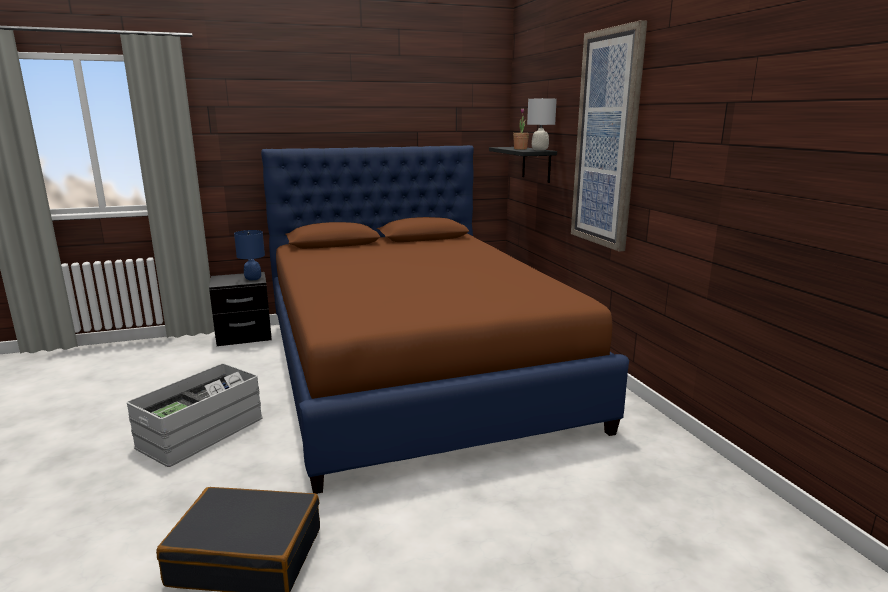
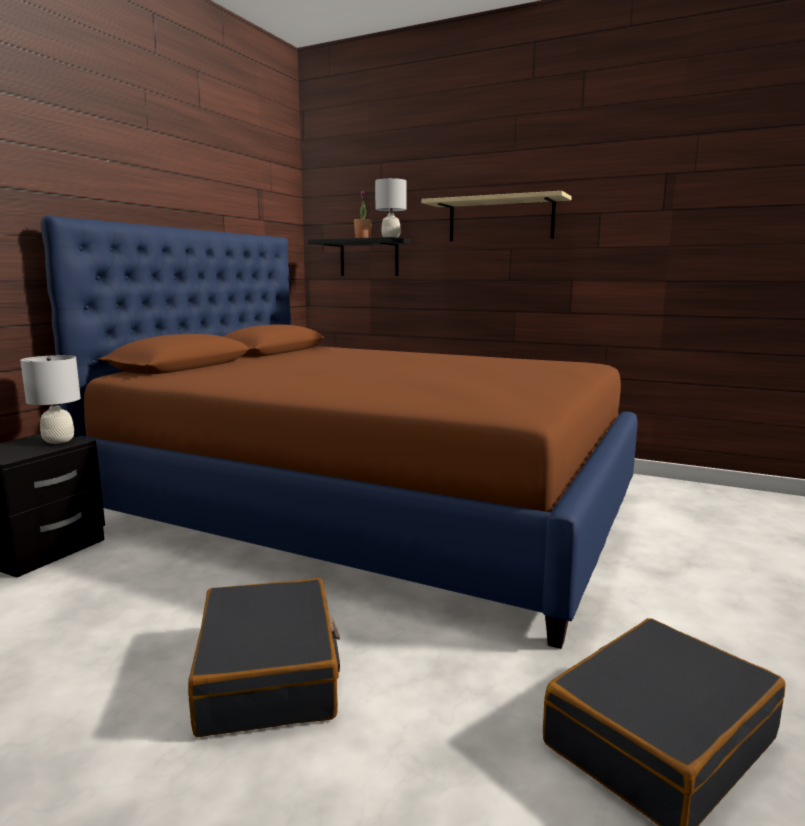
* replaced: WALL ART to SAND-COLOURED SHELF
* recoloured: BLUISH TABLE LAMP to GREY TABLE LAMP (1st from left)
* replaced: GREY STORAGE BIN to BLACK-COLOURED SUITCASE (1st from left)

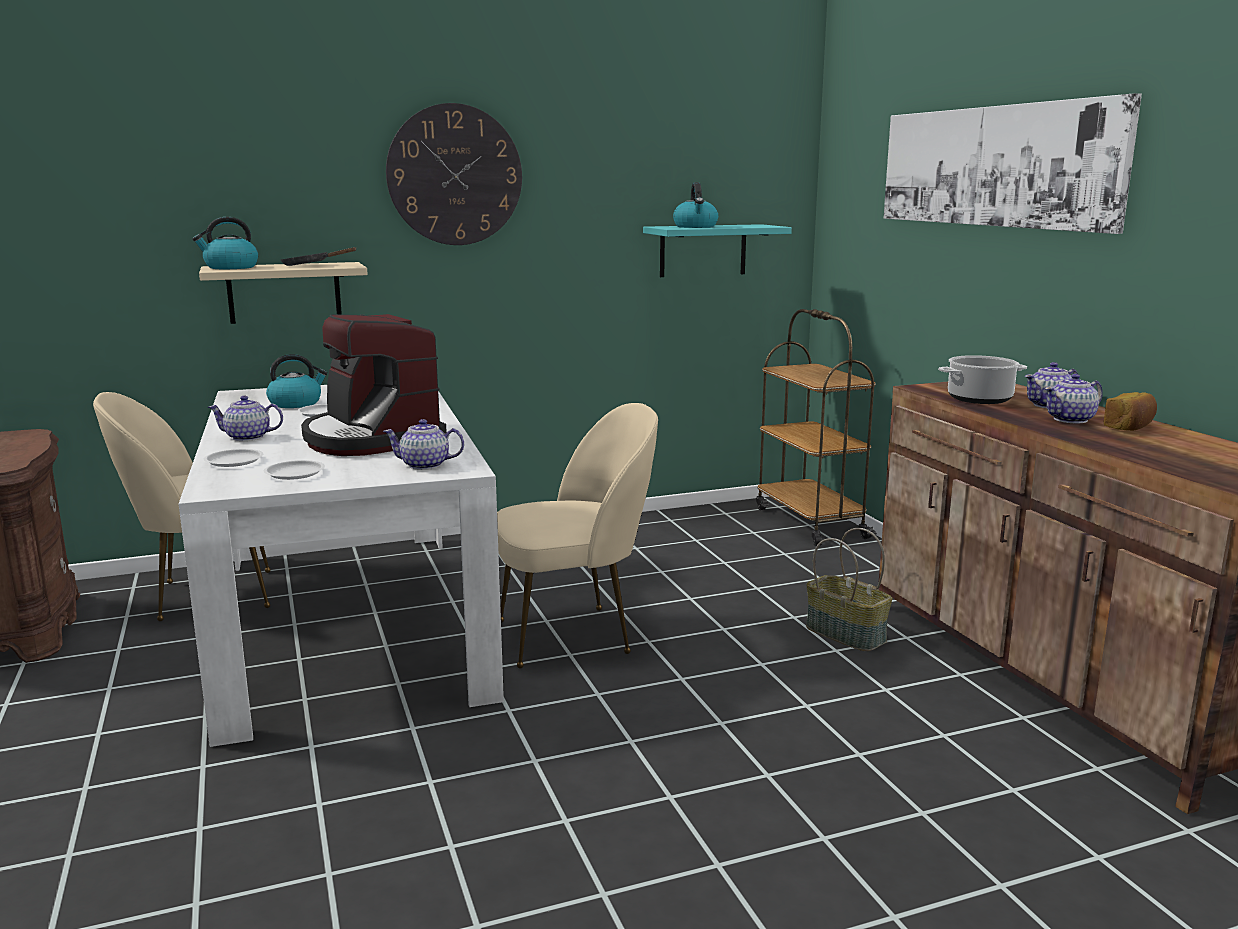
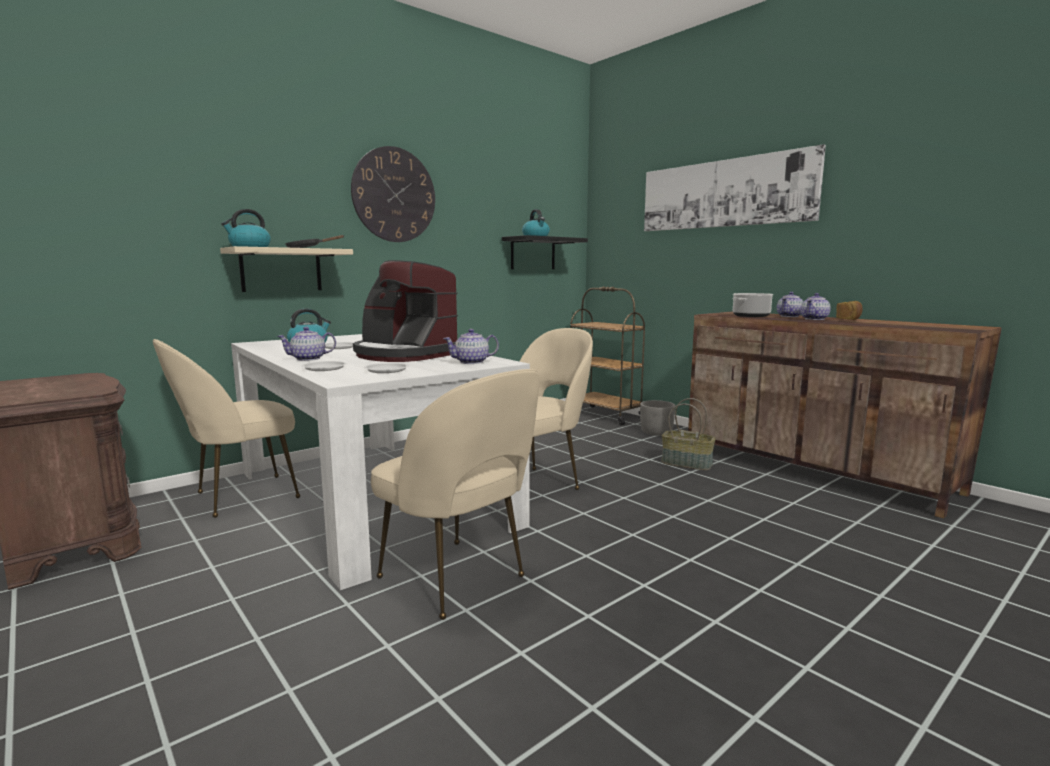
* recoloured: BLUE-GREEN SHELF to BLACK-COLOURED SHELF
* added: SAND-COLOURED PLAIN CHAIR (2nd from left)
* added: GREY PLANT POT

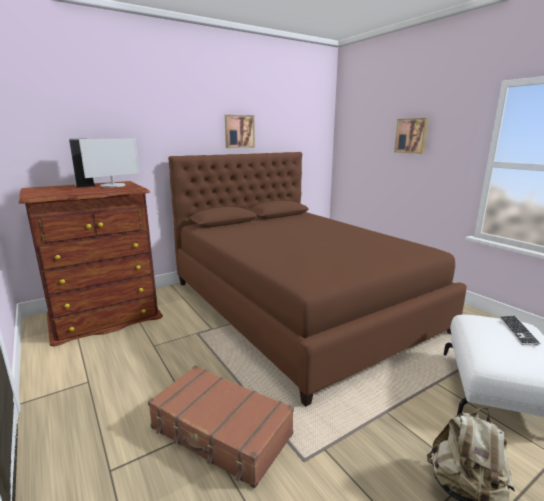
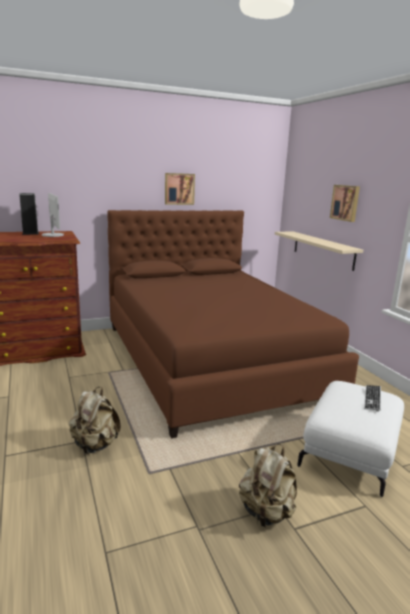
* turned: COMPUTER SCREEN 75 degrees counterclockwise
* replaced: BROWN SUITCASE to SAND-COLOURED RUCKSACK (1st from left)
* added: SAND-COLOURED SHELF

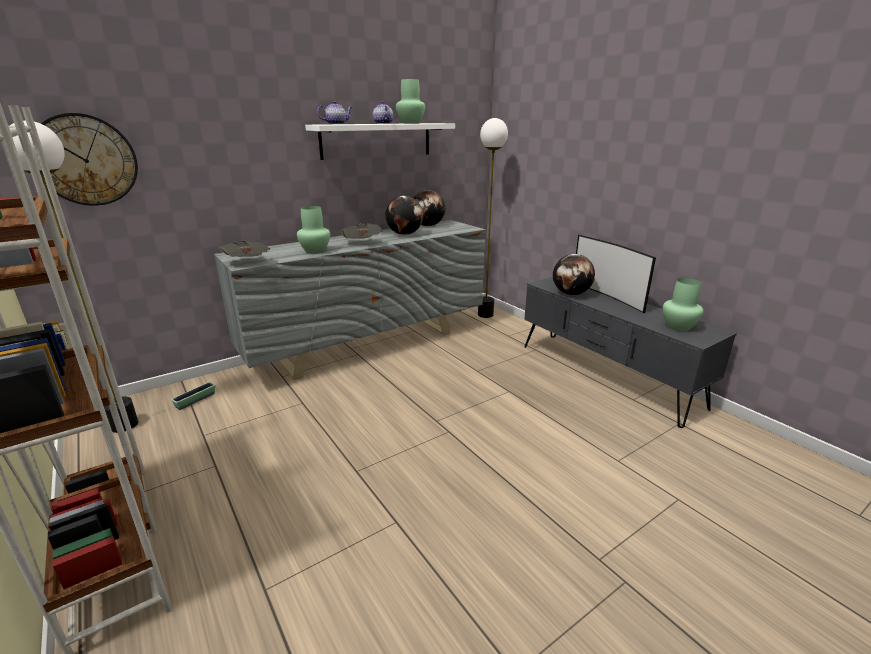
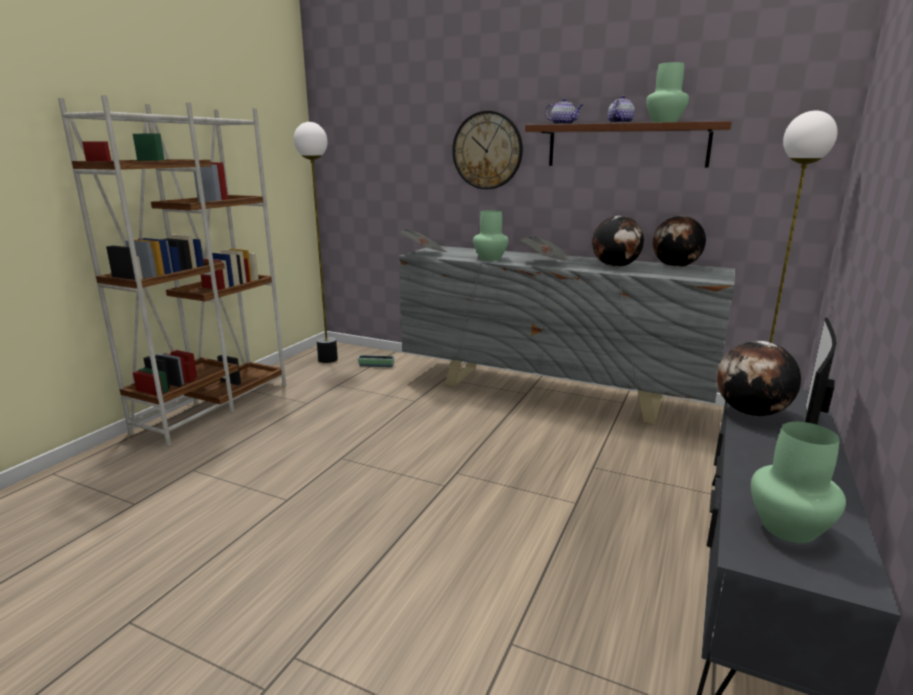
* moved: WALL CLOCK
* recoloured: WHITE-COLOURED SHELF to BROWN SHELF

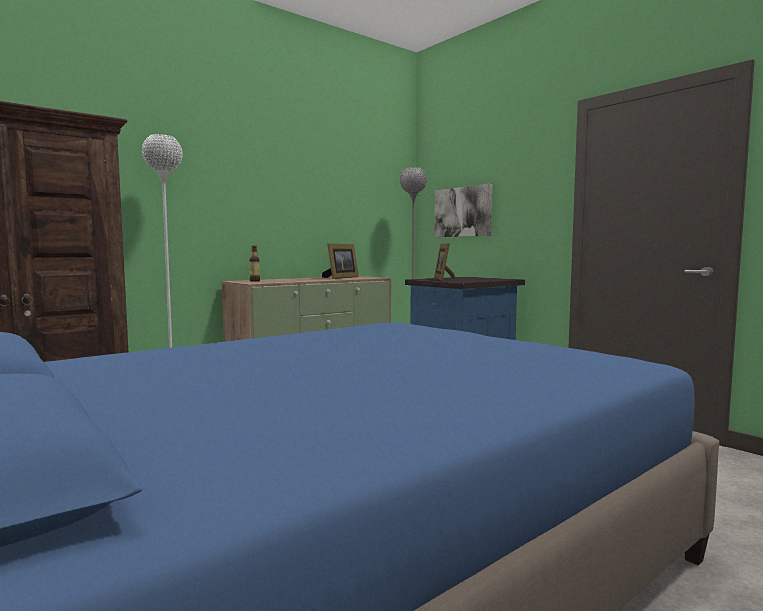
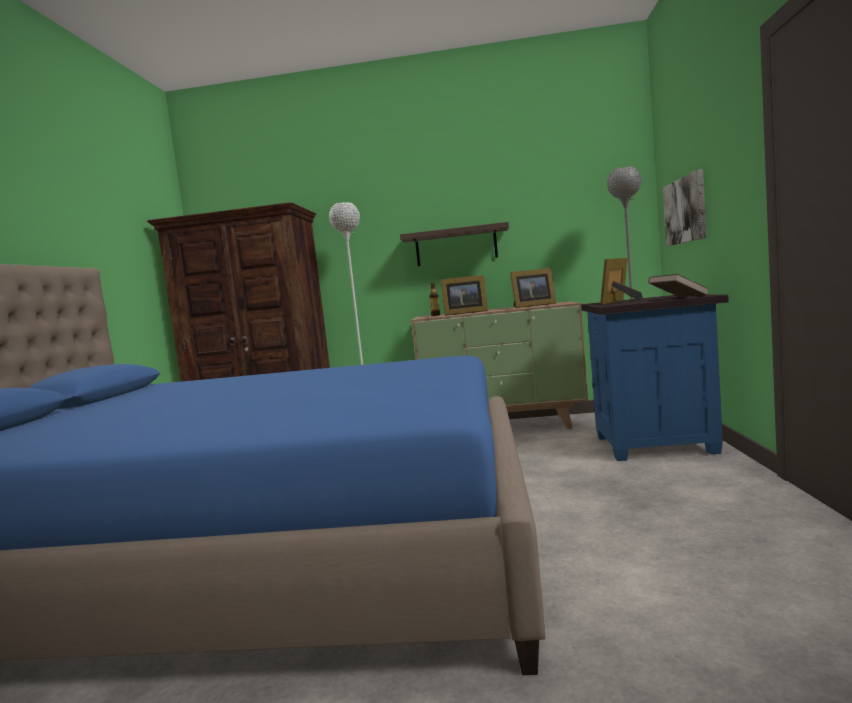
* added: SHELF
* added: BROWN VOLUME
* added: PHOTO FRAME (1st from left)

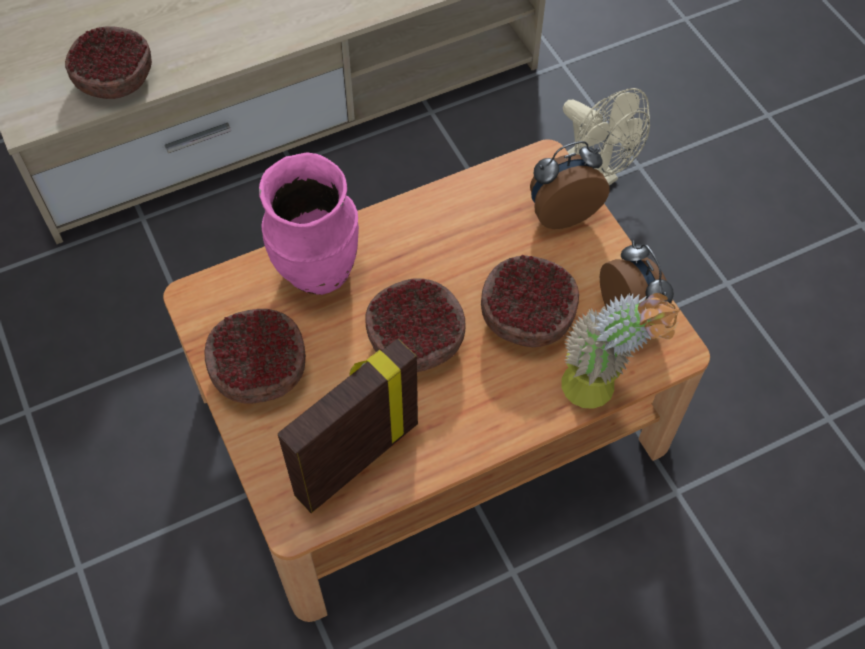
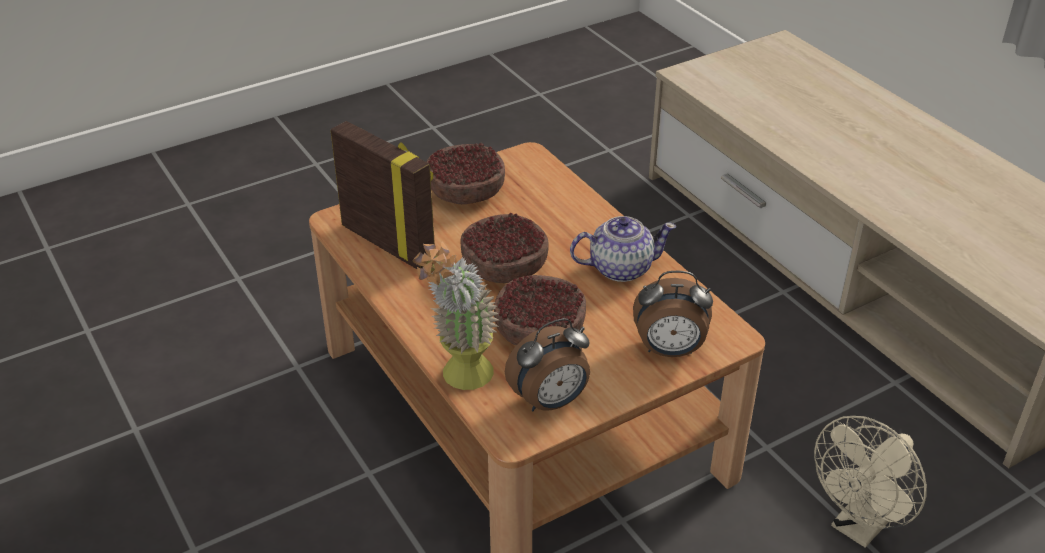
* removed: SERVING BOWL (1st from left)
* turned: TABLE CLOCK (1st from left in the first image) 120 degrees clockwise
* removed: PINK VASE
* added: TEAPOT

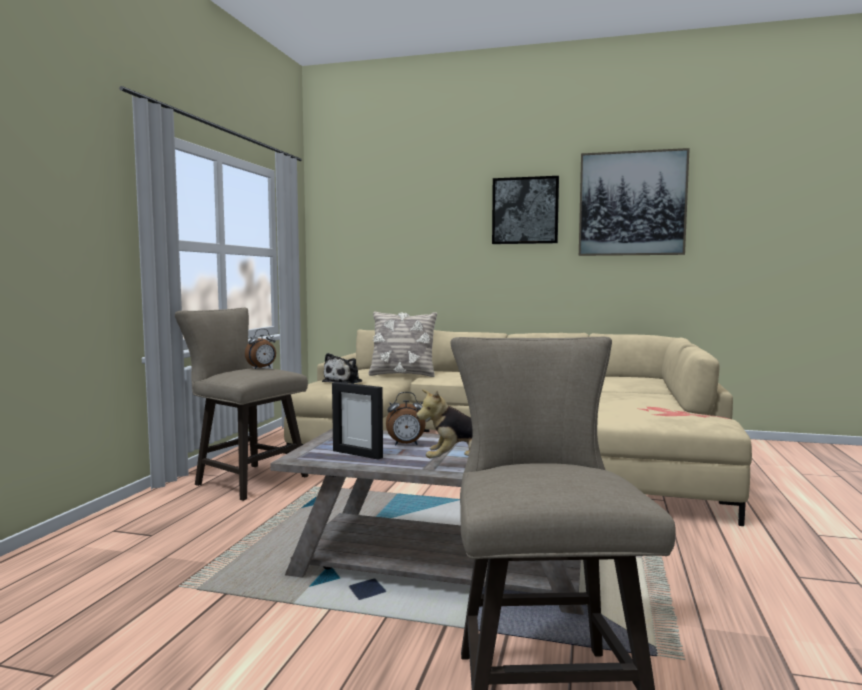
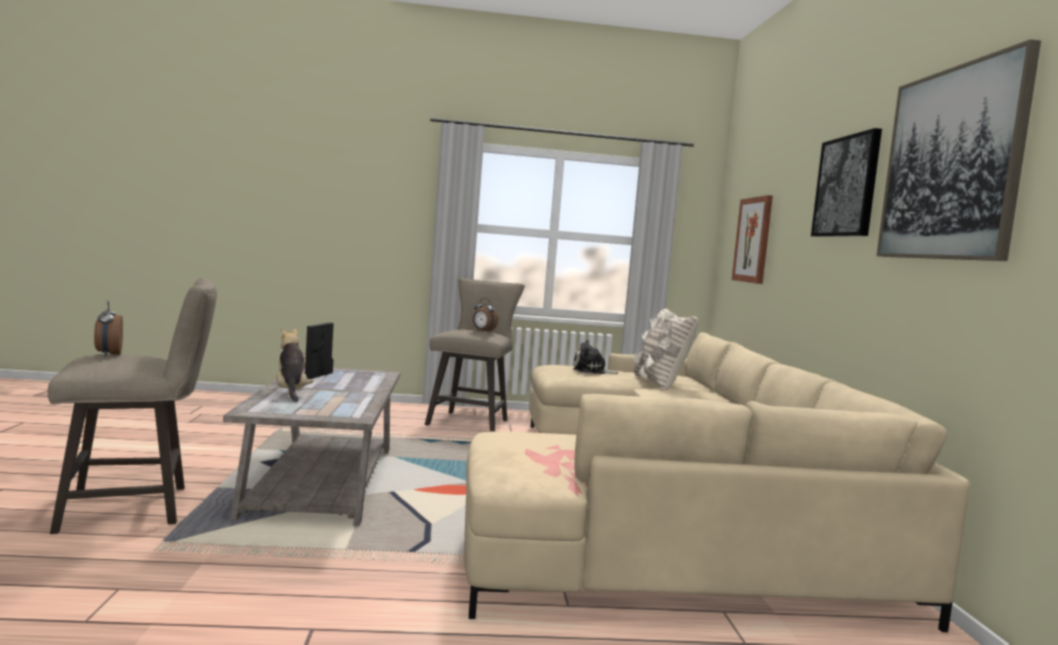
* moved: TABLE CLOCK (2nd from left in the first image) to TABLE CLOCK (1st from left)
* added: WALL ART (1st from left)

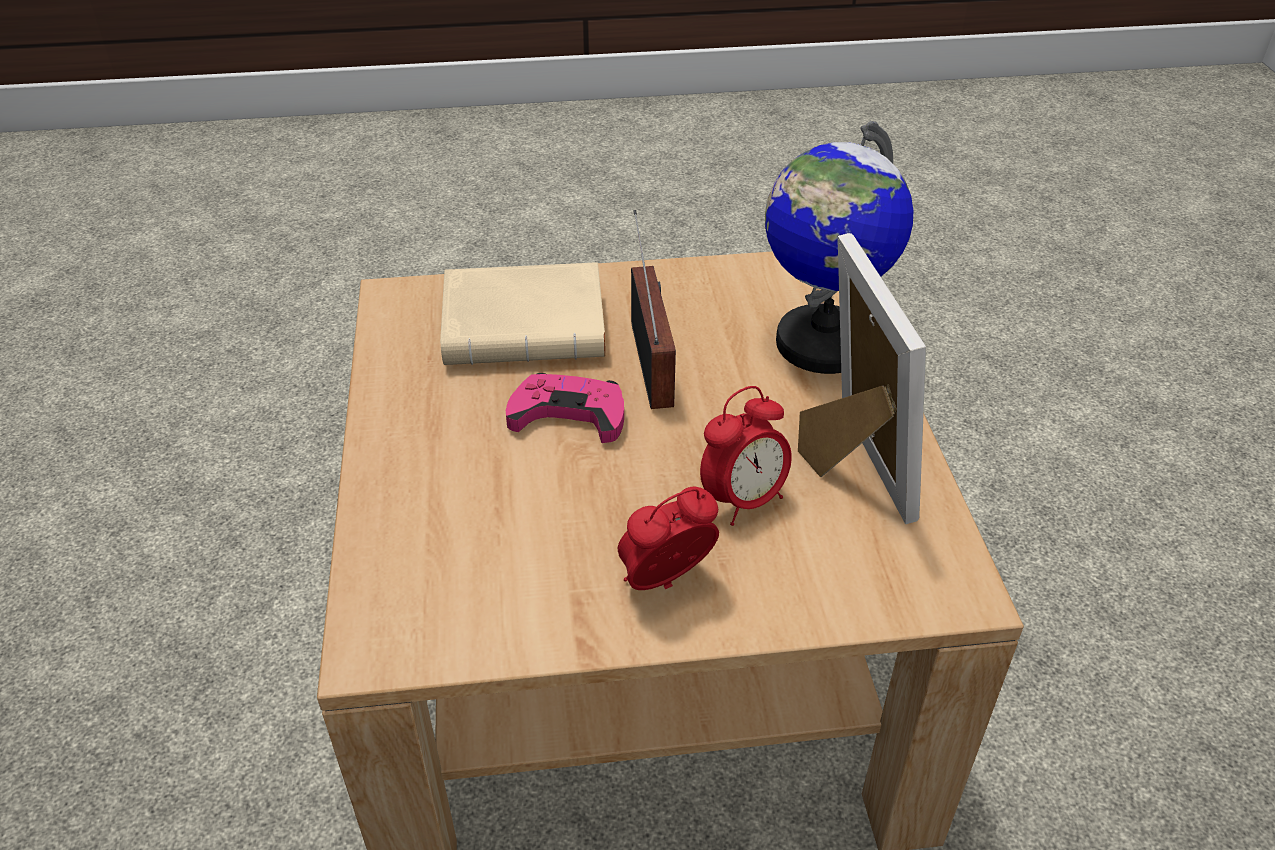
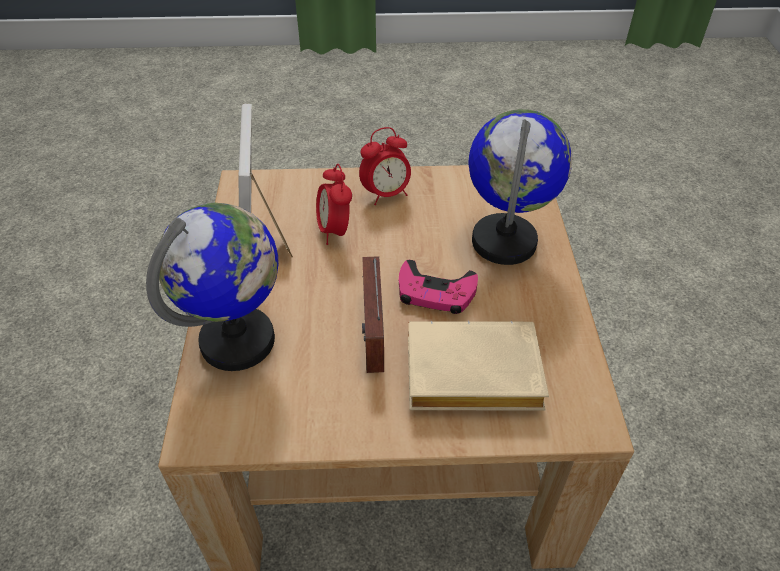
* turned: TABLE CLOCK (2nd from left in the first image) 75 degrees counterclockwise
* added: DESK GLOBE (2nd from left)

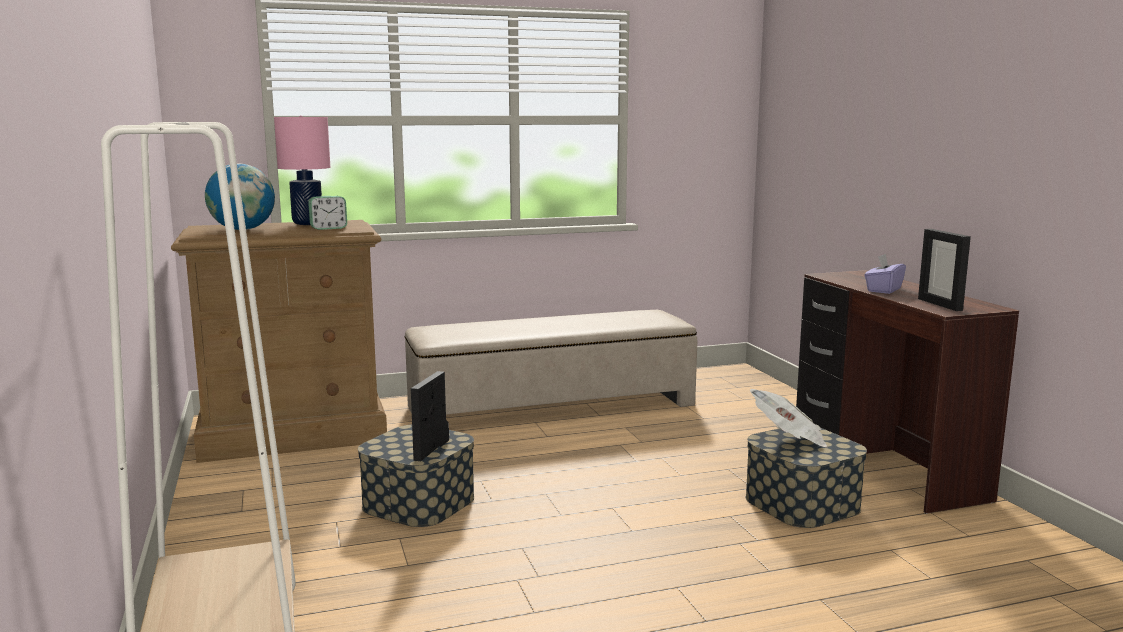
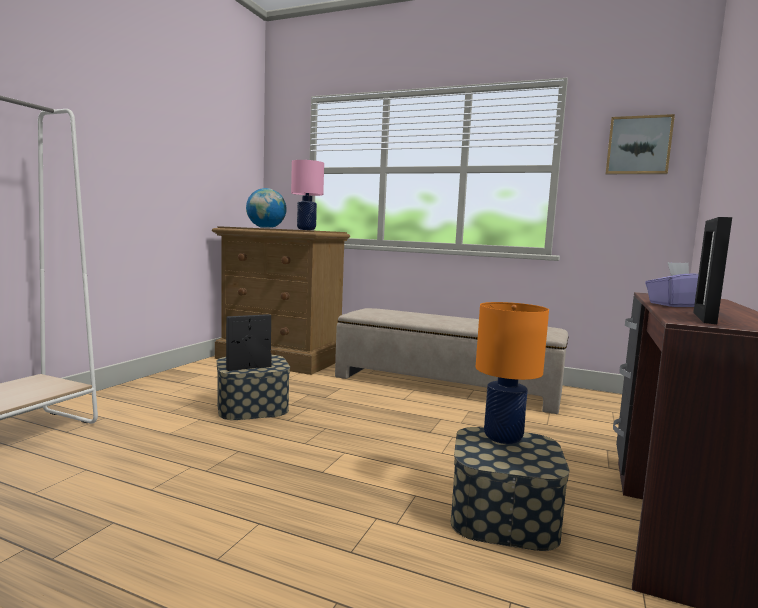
* removed: TABLE CLOCK
* replaced: NEWSPAPER to ORANGE-COLOURED TABLE LAMP
* added: WALL ART

